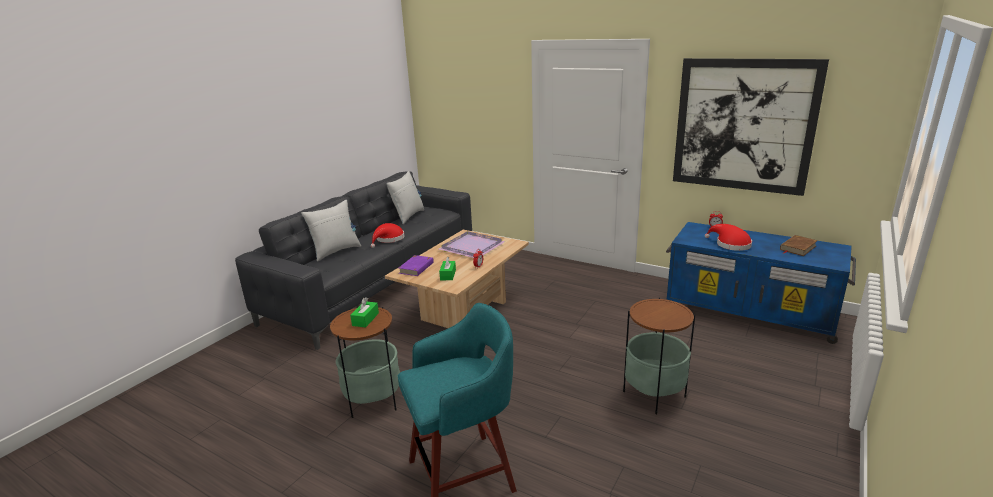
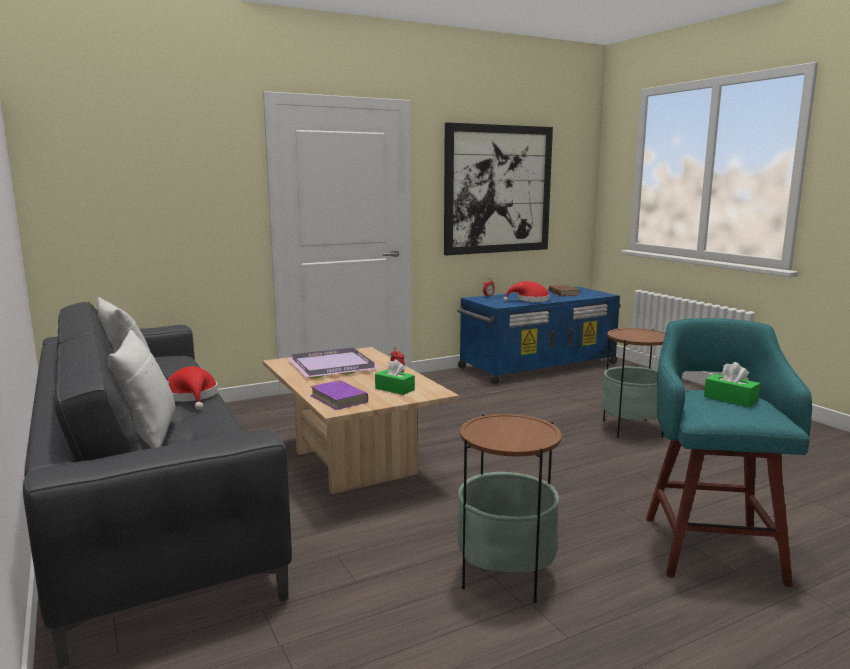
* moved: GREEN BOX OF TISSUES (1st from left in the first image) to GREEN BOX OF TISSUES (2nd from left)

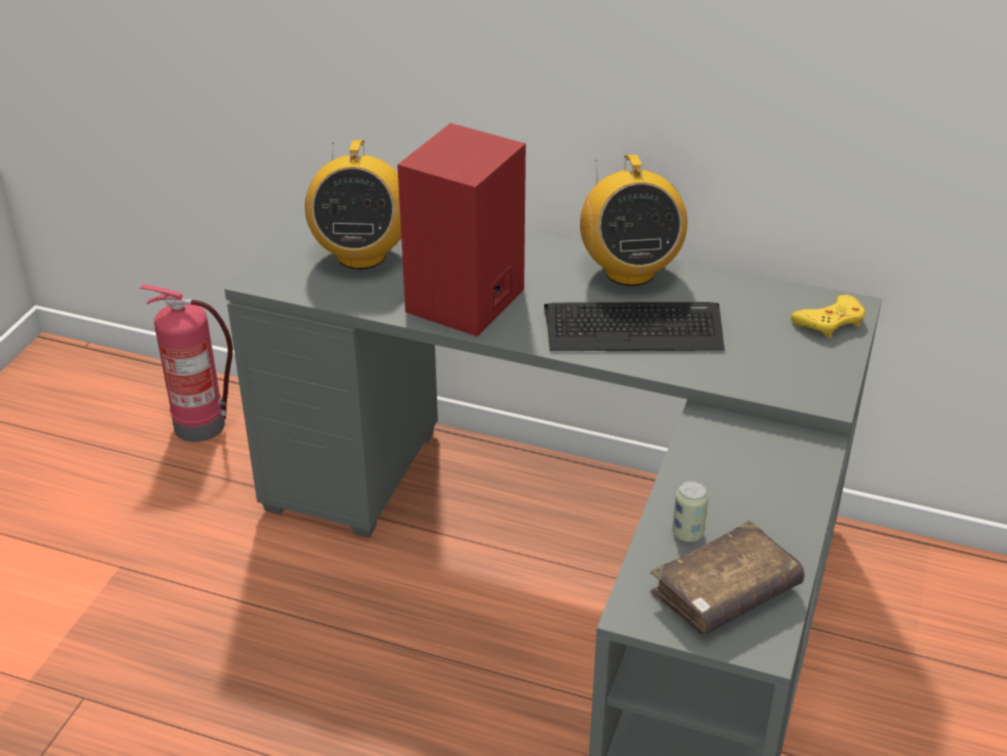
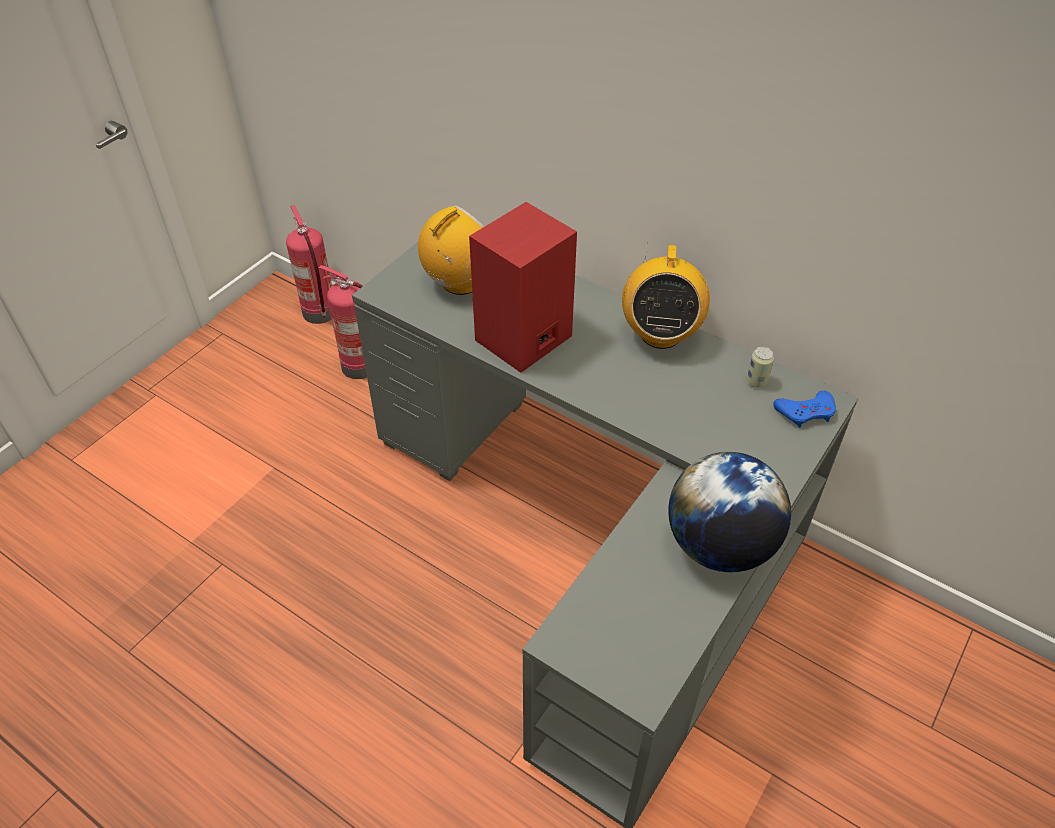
* turned: RADIO RECEIVER (1st from left) 150 degrees counterclockwise
* recoloured: YELLOW-COLOURED GAME CONTROLLER to BLUISH GAME CONTROLLER
* removed: PC KEYBOARD
* moved: CAN
* removed: BROWN VOLUME
* added: FIRE EXTINGUISHER (1st from left)
* added: DESK GLOBE

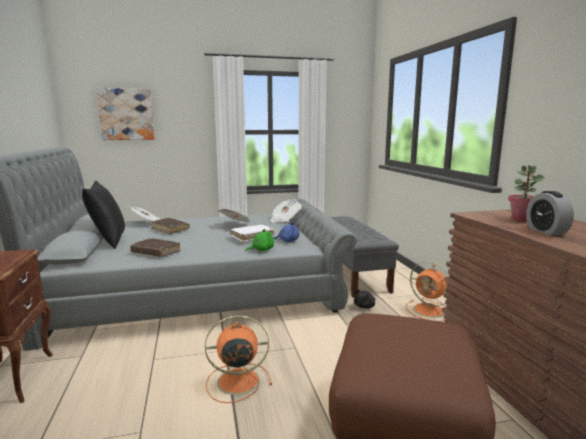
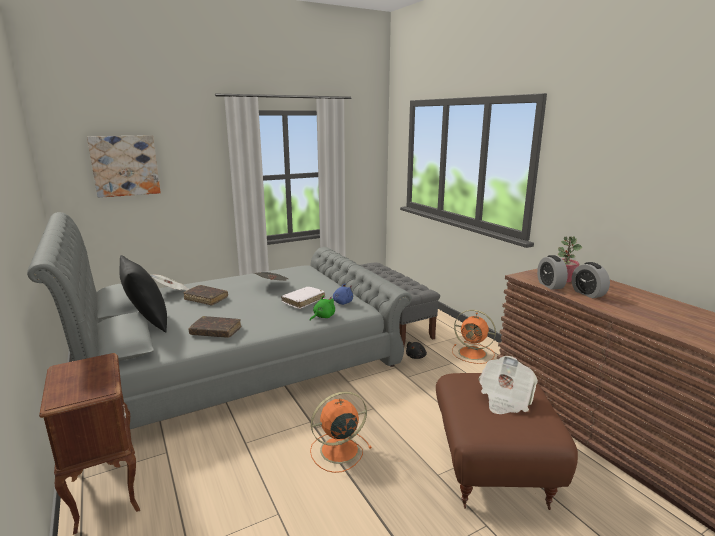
* moved: NEWSPAPER (3rd from left)
* added: TABLE CLOCK (1st from left)

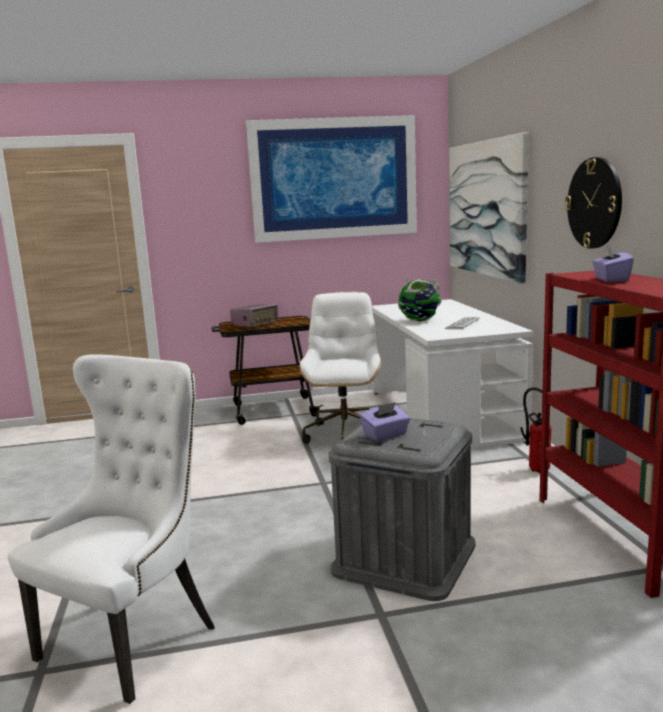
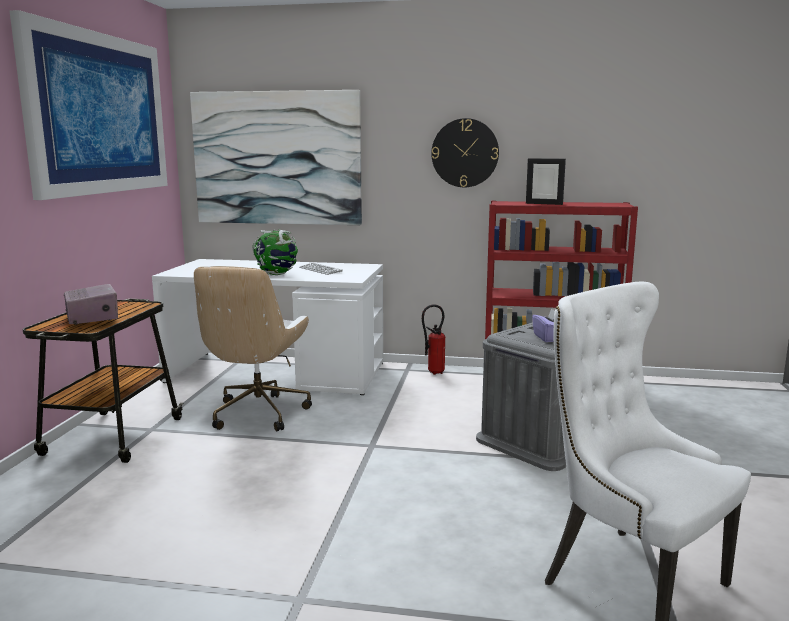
* replaced: PURPLE BOX OF TISSUES (2nd from left) to PHOTO FRAME
* turned: WHITE-COLOURED COMPUTER CHAIR 105 degrees counterclockwise

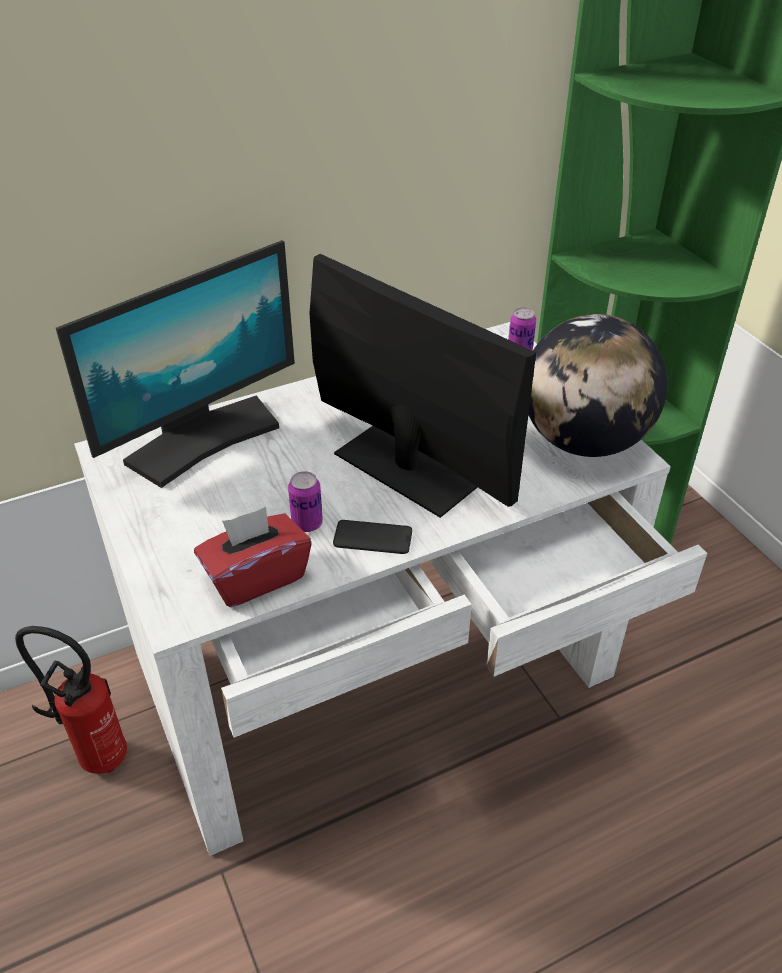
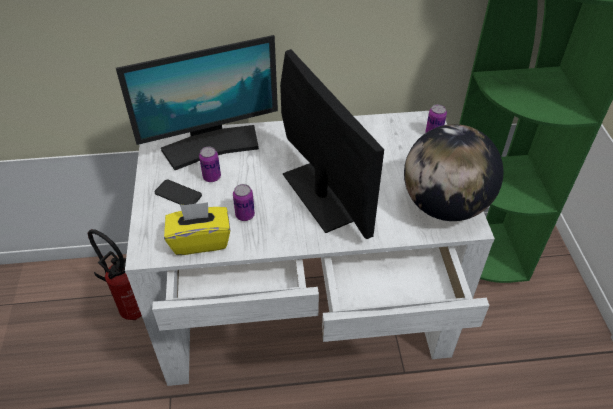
* recoloured: REDDISH BOX OF TISSUES to YELLOW-COLOURED BOX OF TISSUES
* moved: HANDSET
* added: CAN (1st from left)

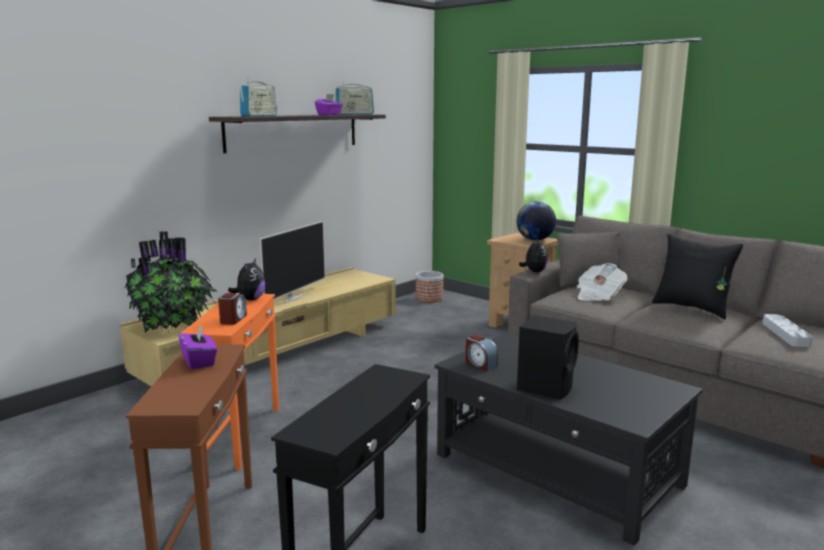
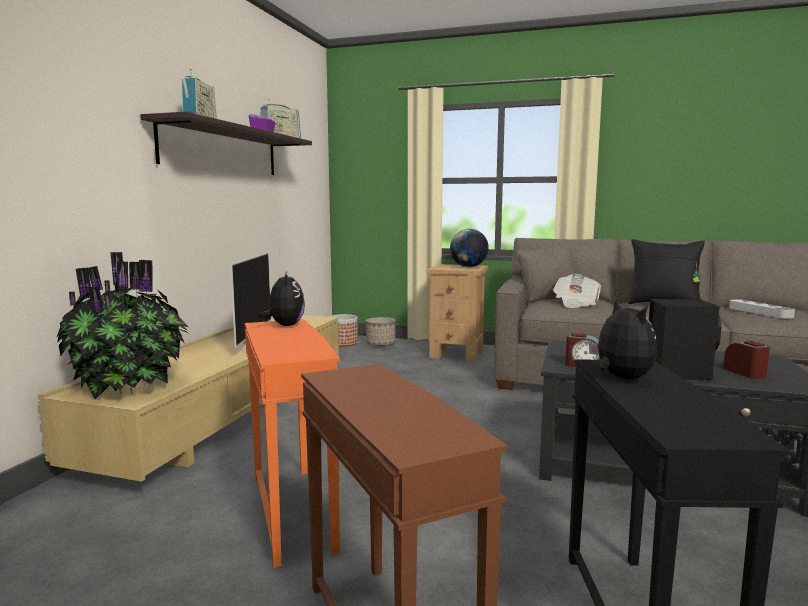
* moved: SOFT TOY (2nd from left)
* moved: TABLE CLOCK (1st from left in the first image) to TABLE CLOCK (2nd from left)
* removed: PURPLE BOX OF TISSUES (1st from left)
* added: PLANT POT (2nd from left)

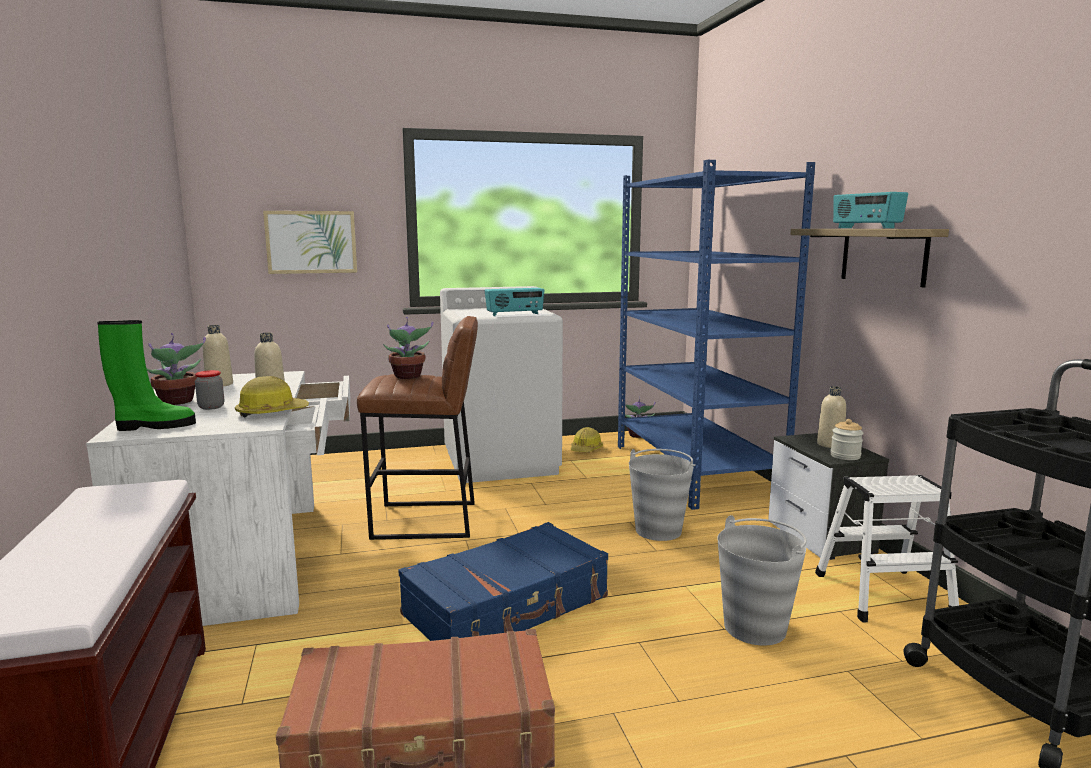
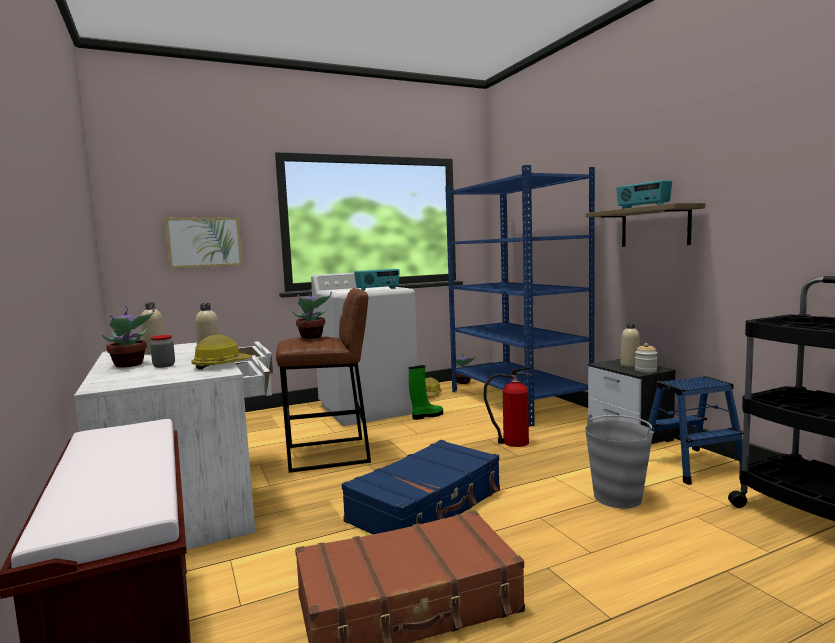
* moved: GREEN HIGH-TOP BOOT
* replaced: GREY BUCKET (1st from left) to FIRE EXTINGUISHER
* recoloured: WHITE-COLOURED STEP LADDER to BLUISH STEP LADDER

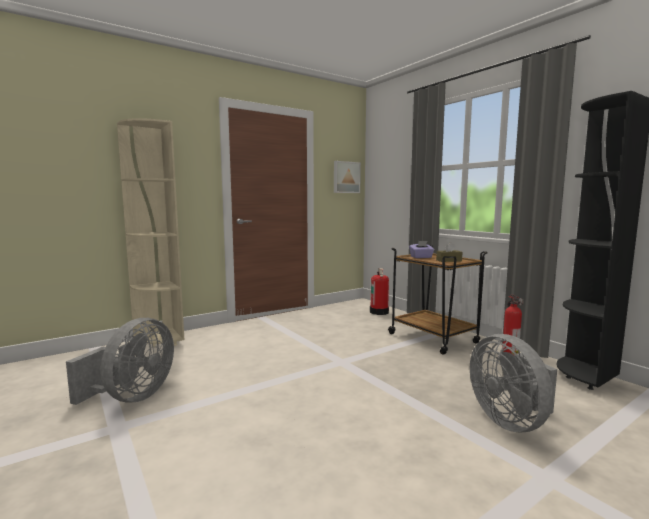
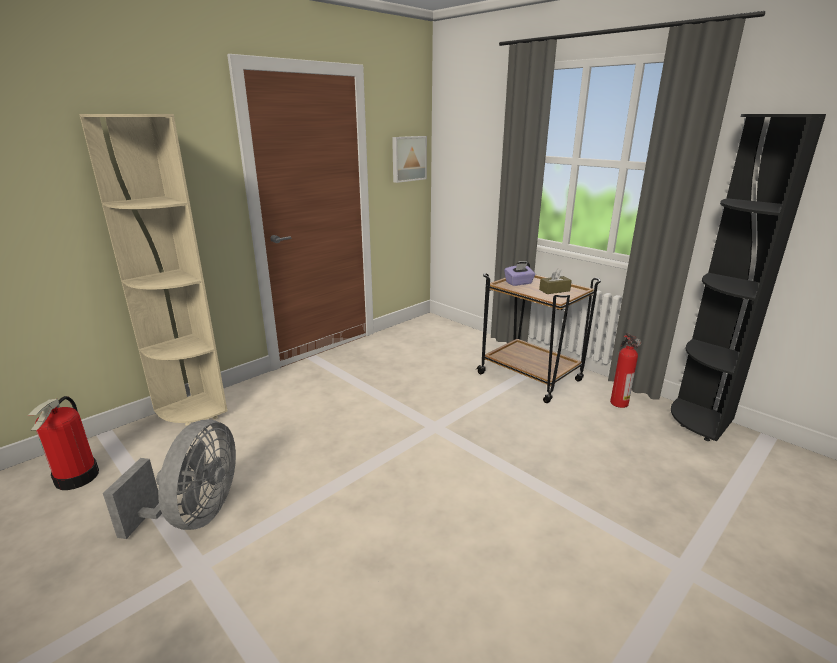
* moved: FIRE EXTINGUISHER (1st from left)
* removed: GREY ELECTRIC FAN (2nd from left)

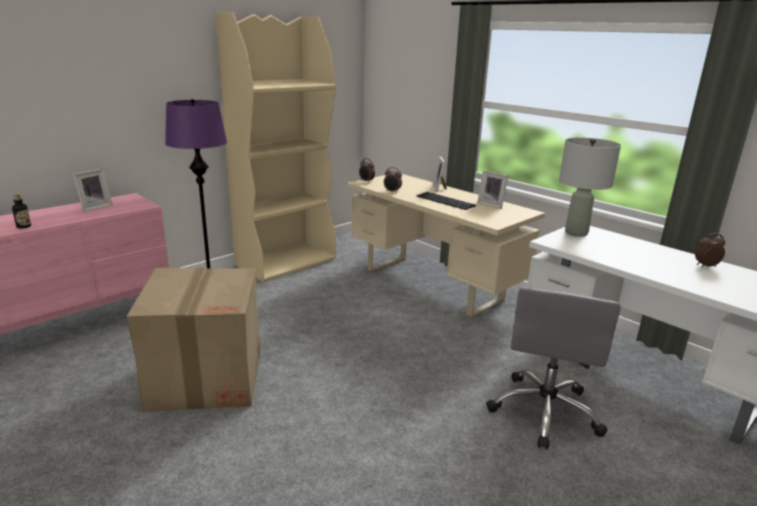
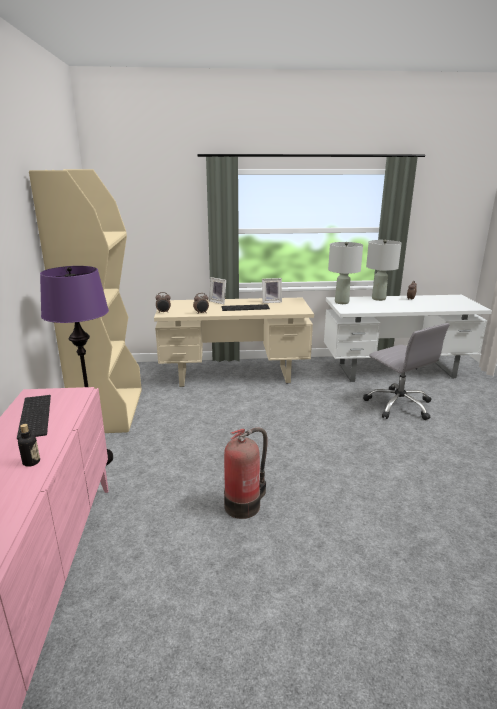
* replaced: PHOTO FRAME (1st from left) to PC KEYBOARD (1st from left)
* replaced: CARDBOARD BOX to FIRE EXTINGUISHER
* added: GREY TABLE LAMP (2nd from left)

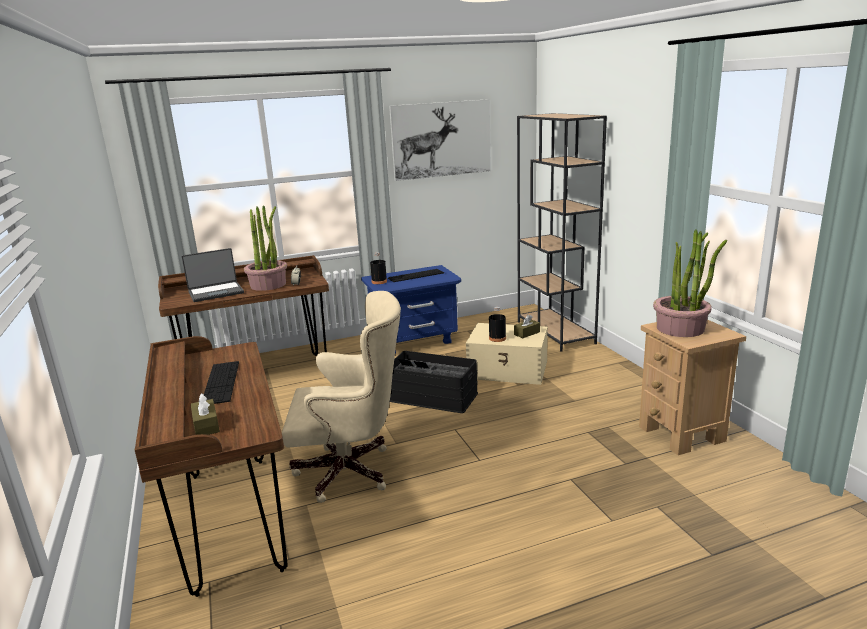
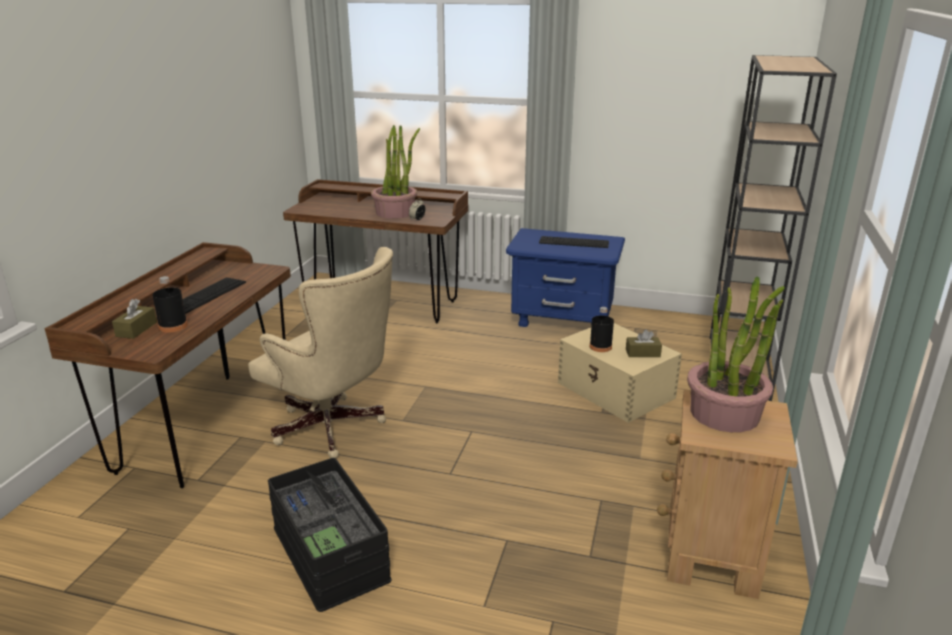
* removed: WALL ART
* removed: LAPTOP
* moved: BLACK-COLOURED BOTTLE (1st from left)
* moved: BLACK-COLOURED STORAGE BIN

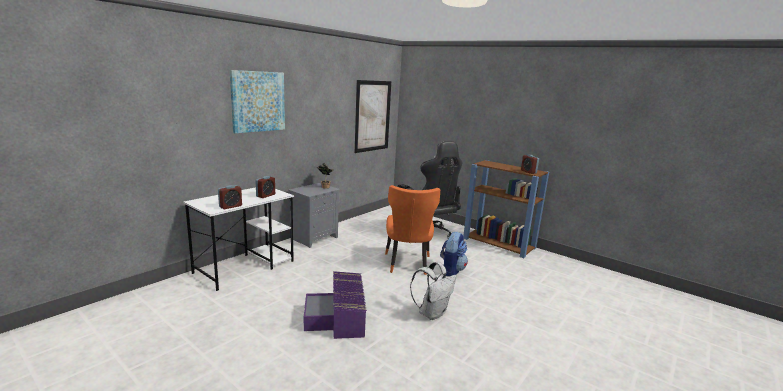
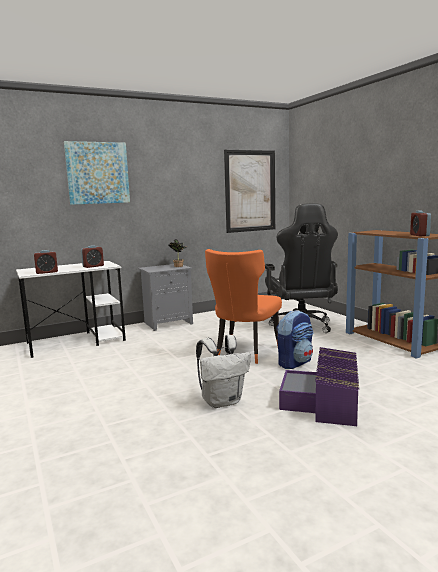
* moved: PURPLE STORAGE BIN

